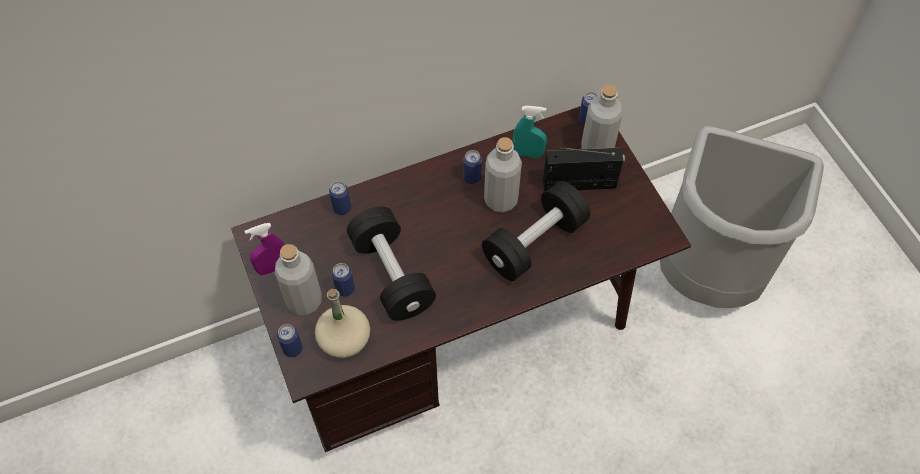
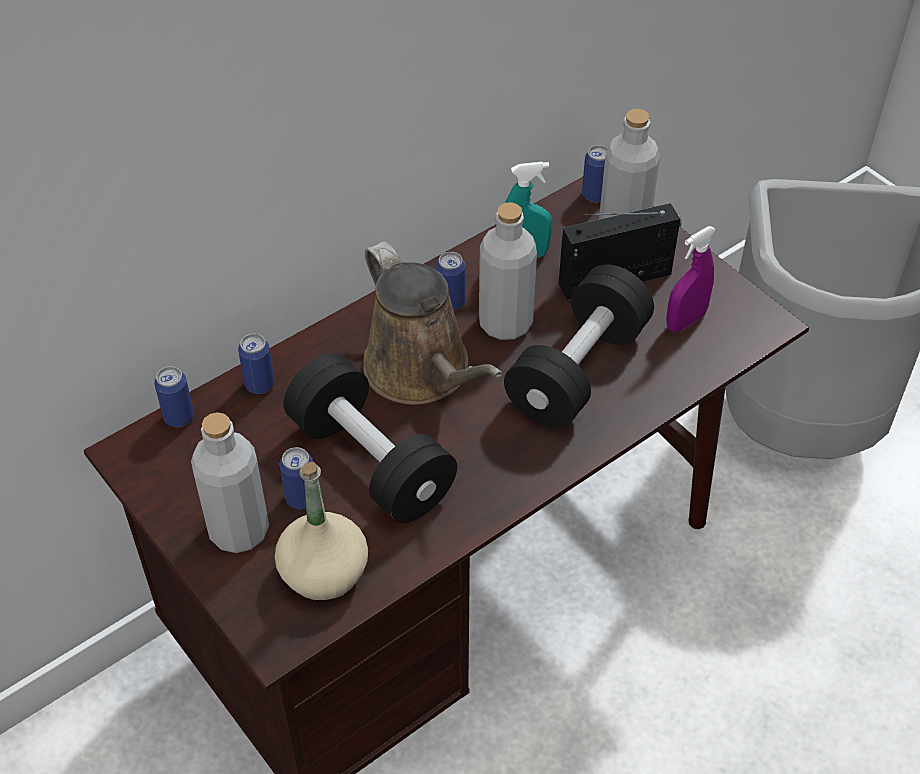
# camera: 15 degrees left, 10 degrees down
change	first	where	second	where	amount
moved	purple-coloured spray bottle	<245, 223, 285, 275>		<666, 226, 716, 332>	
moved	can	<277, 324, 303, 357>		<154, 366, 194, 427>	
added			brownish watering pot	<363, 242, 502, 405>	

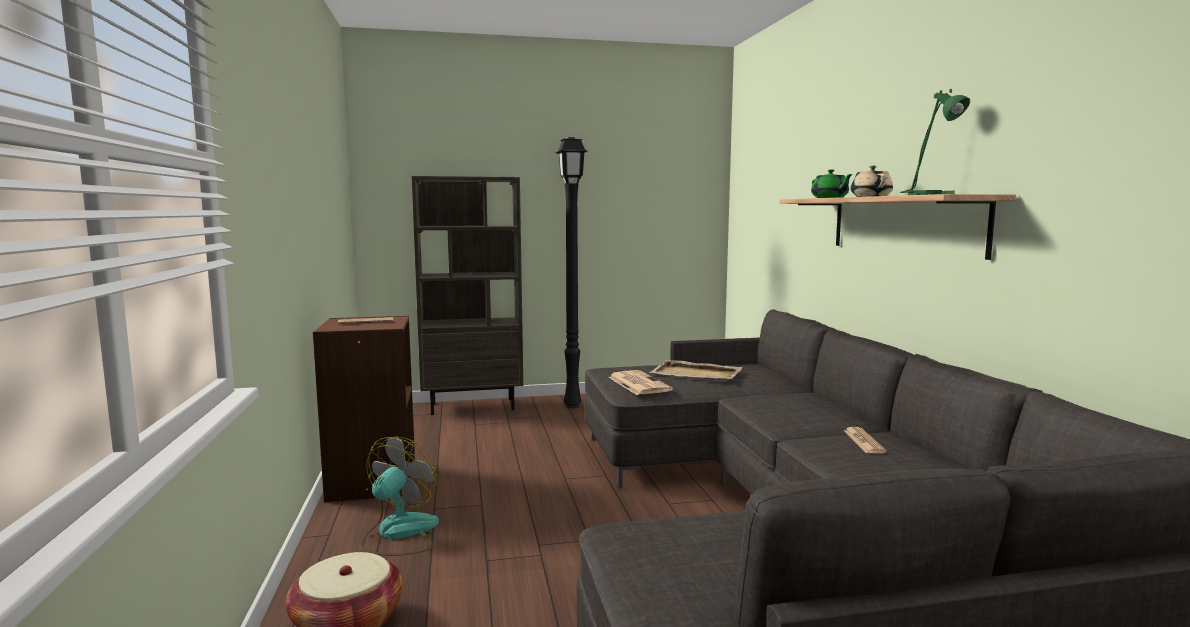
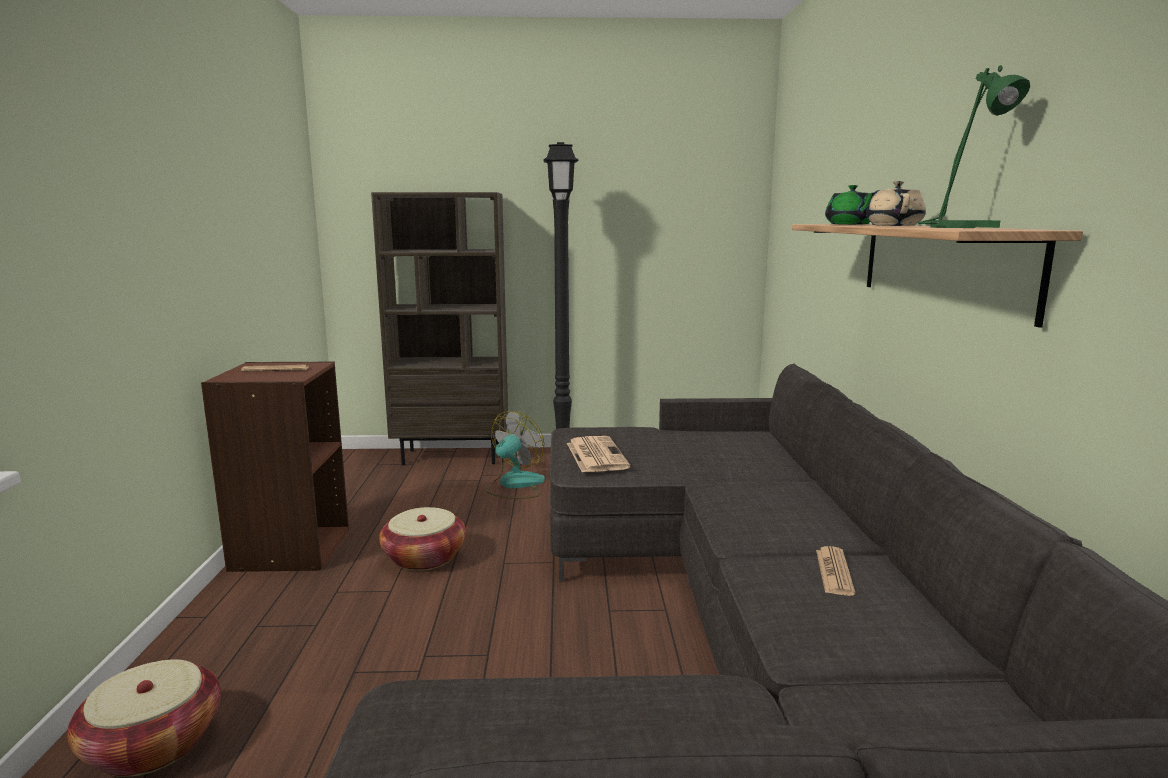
# camera: 10 degrees right, 5 degrees up
change	first	where	second	where	amount
removed	beige tray	<649, 360, 743, 380>			
moved	cooling fan	<359, 437, 439, 556>		<486, 411, 545, 499>	
added			household basket	<379, 507, 466, 571>	

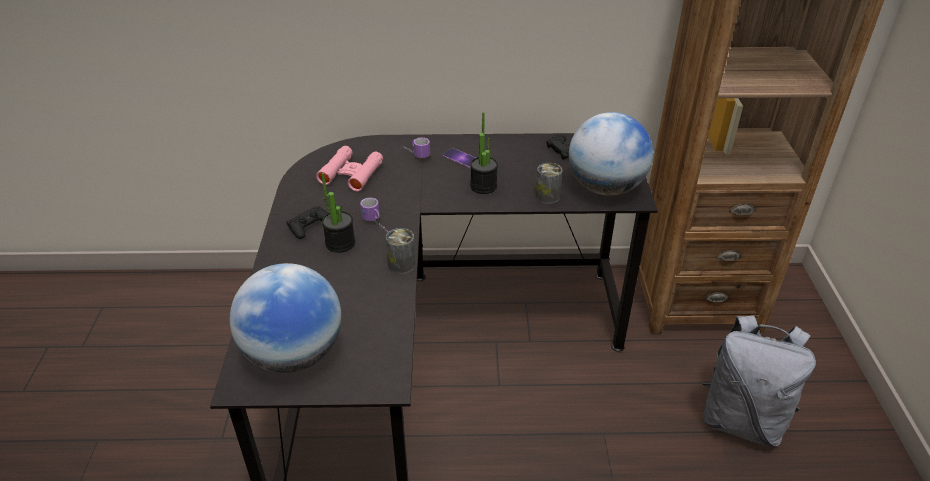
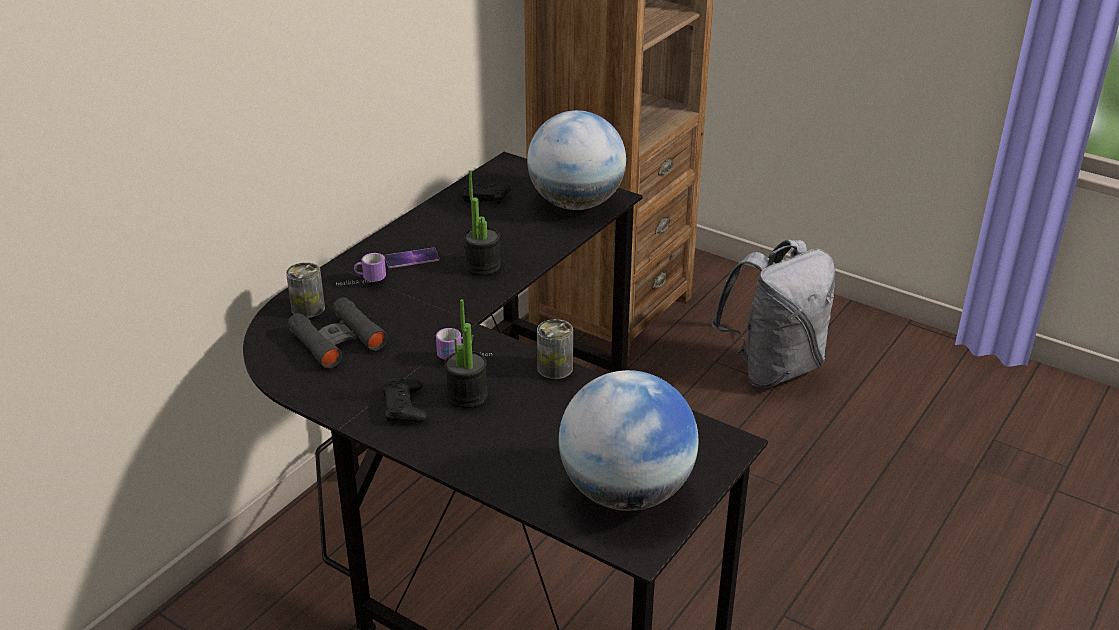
# camera: 55 degrees left, 5 degrees down
change	first	where	second	where	amount
recoloured	pinkish binoculars	<316, 146, 383, 192>	blackish binoculars	<287, 297, 388, 369>	
moved	can	<535, 163, 562, 204>		<286, 262, 325, 318>	

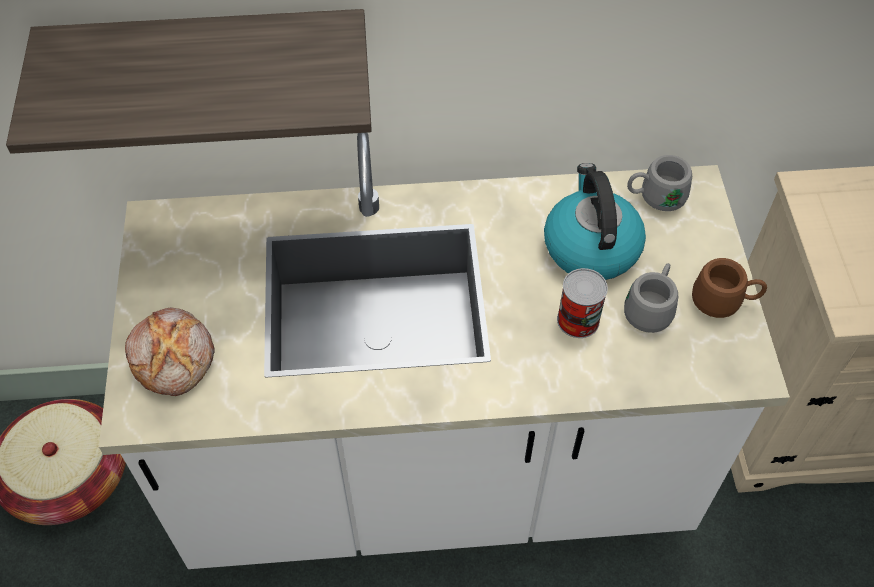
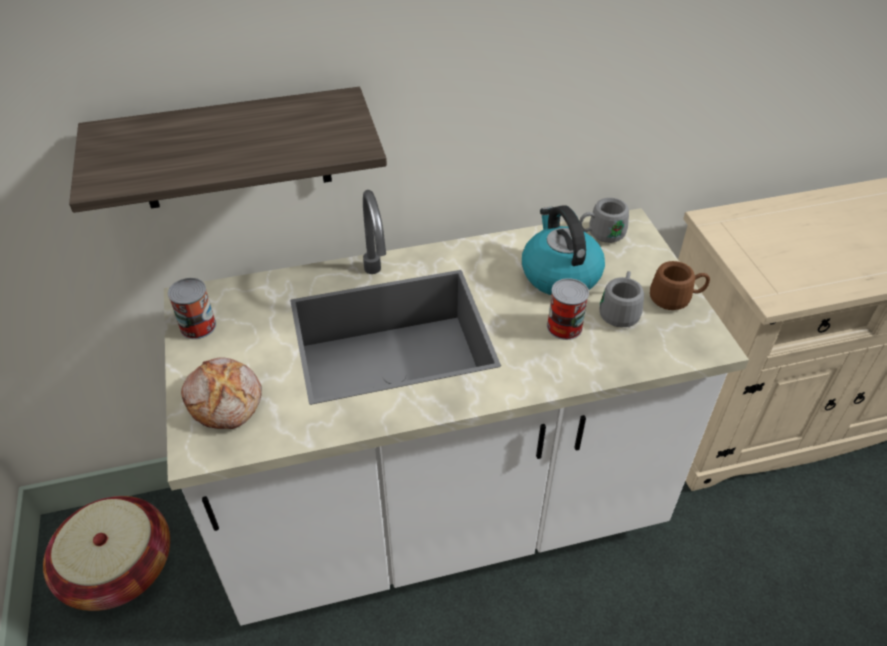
# camera: 10 degrees left, 10 degrees down
change	first	where	second	where	amount
added			can	<168, 278, 216, 339>	

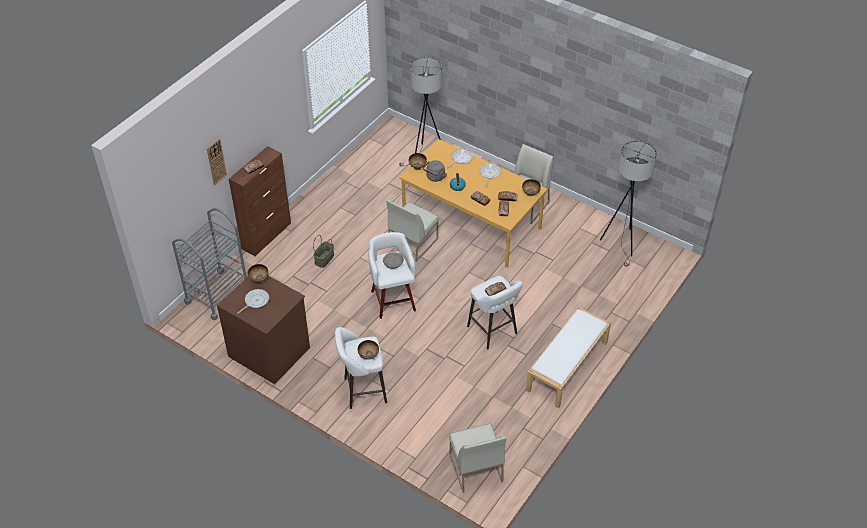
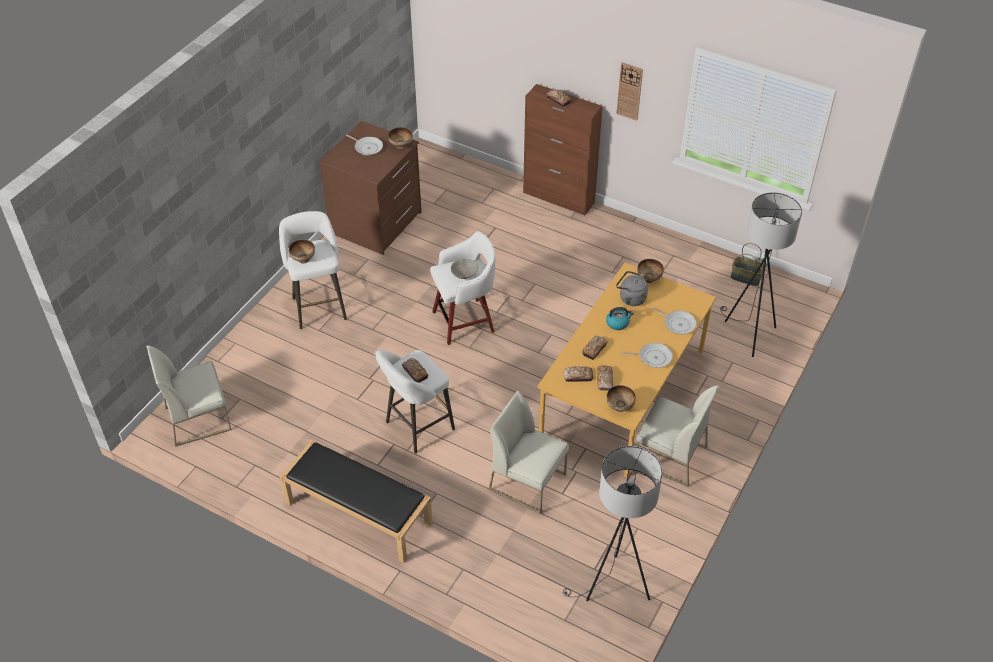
# camera: 85 degrees right, 0 degrees up
change	first	where	second	where	amount
moved	clock on the wall	<207, 138, 227, 185>		<616, 62, 643, 121>	
moved	white upright chair	<386, 200, 439, 262>		<489, 391, 569, 514>	
removed	greyish trolley	<172, 208, 246, 320>			
moved	household basket	<313, 235, 334, 268>		<731, 243, 763, 286>	
recoloured	white long seat	<526, 307, 611, 408>	blackish long seat	<280, 440, 433, 563>	

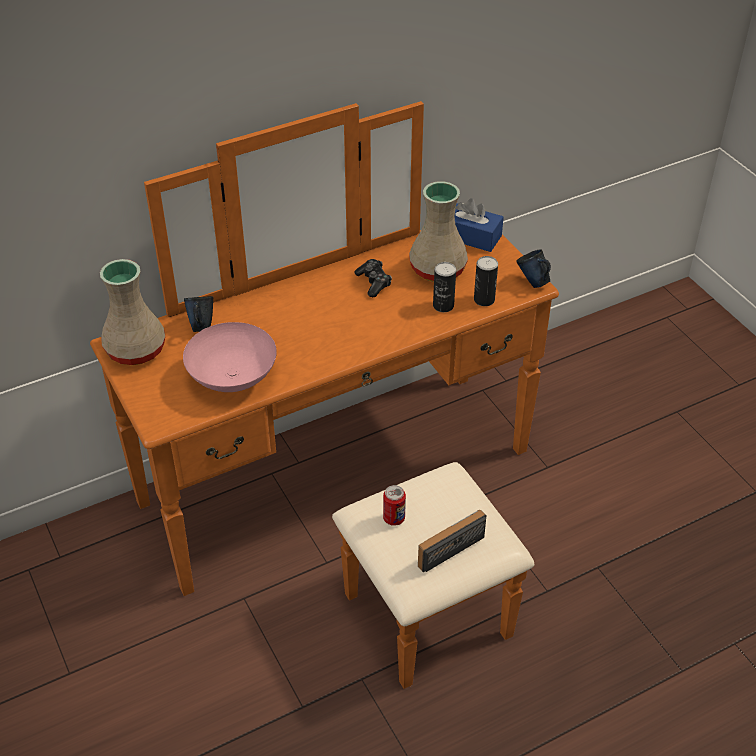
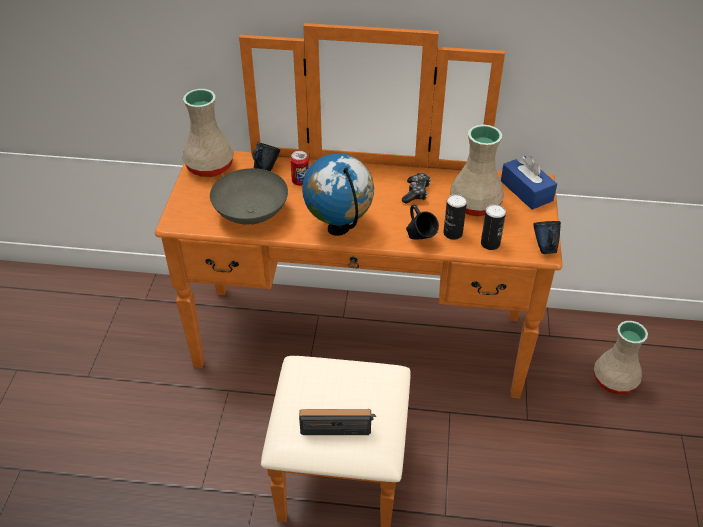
# camera: 35 degrees right, 0 degrees up
change	first	where	second	where	amount
recoloured	pinkish deep dish	<183, 322, 277, 392>	greyish deep dish	<210, 168, 288, 225>	
moved	can	<383, 485, 406, 526>		<290, 151, 309, 186>	
added			desk globe	<302, 153, 374, 236>	
added			bluish coffee mug	<406, 205, 439, 240>	
added			beige decorative vase	<594, 321, 648, 395>	

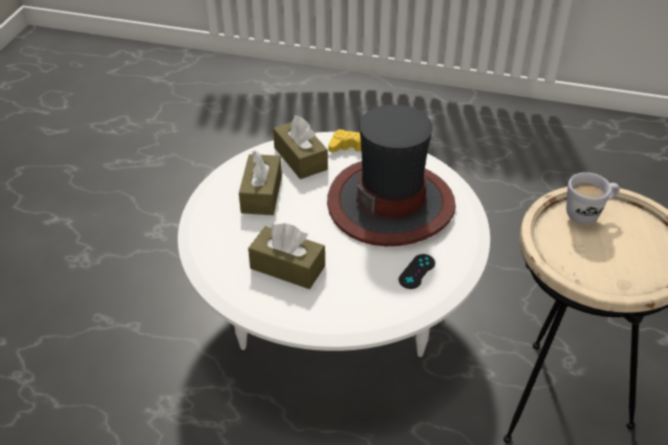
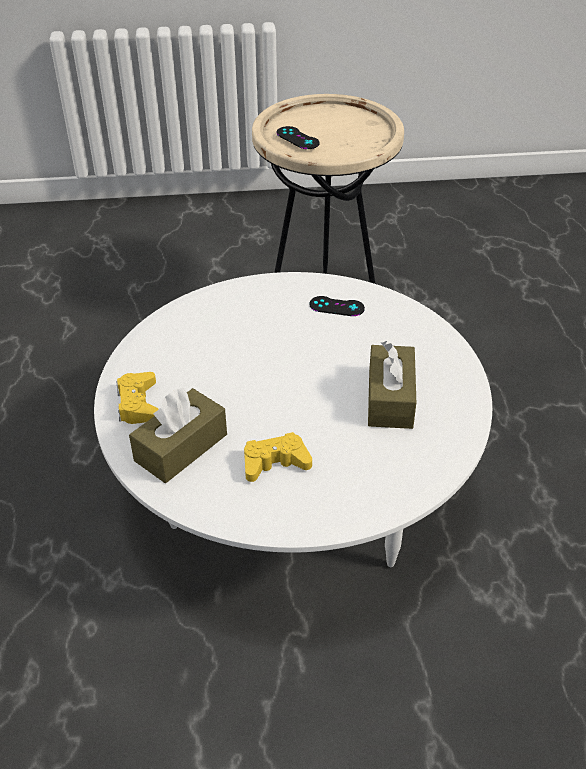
# camera: 110 degrees left, 0 degrees up
change	first	where	second	where	amount
removed	wearable hat	<327, 105, 456, 246>			
replaced	brownish tissue holder	<239, 151, 282, 215>	yellow joypad	<244, 432, 312, 482>	
replaced	white coffee mug	<566, 172, 620, 224>	blackish joypad	<277, 126, 320, 149>	

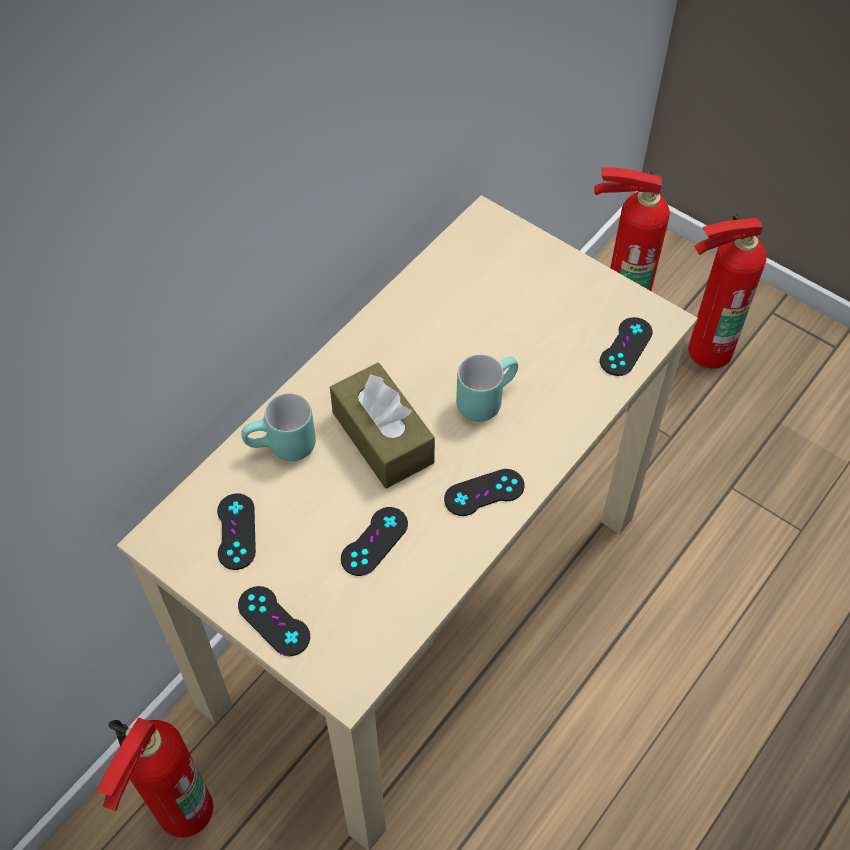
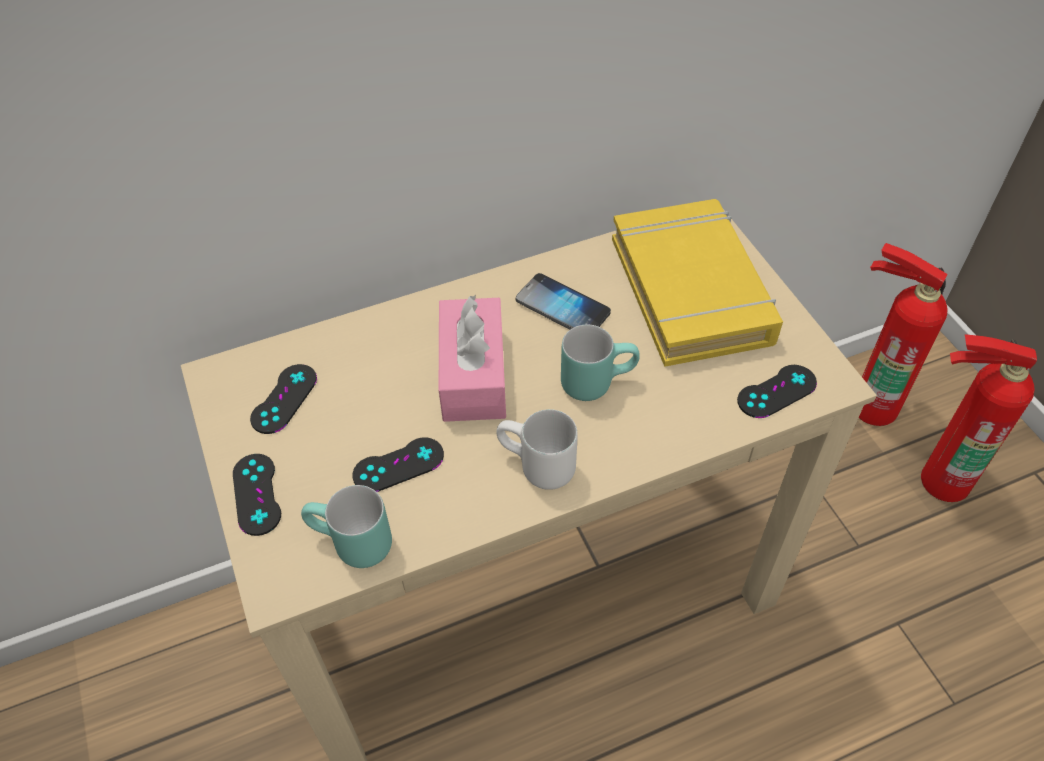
# camera: 30 degrees right, 5 degrees down
change	first	where	second	where	amount
recoloured	brownish tissue holder	<330, 363, 435, 488>	pinkish tissue holder	<439, 295, 506, 422>	
moved	blue-green coffee mug	<241, 393, 316, 461>		<301, 485, 392, 568>	
replaced	blackish joypad	<444, 469, 525, 516>	white coffee mug	<496, 409, 578, 490>	
removed	extinguisher	<97, 718, 213, 838>			
added			yellow bound book	<612, 199, 783, 367>	
added			handset	<515, 273, 611, 330>	

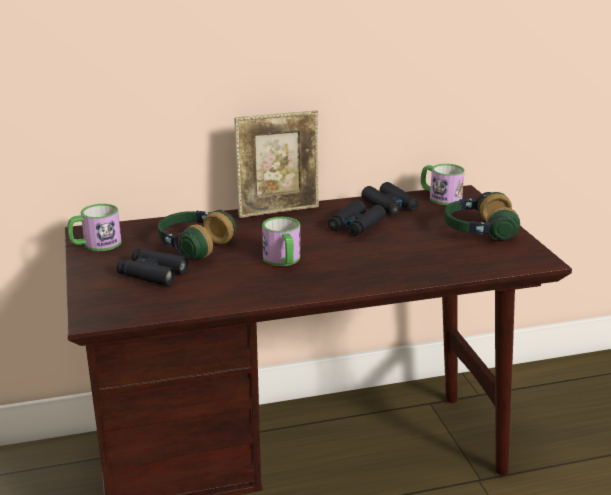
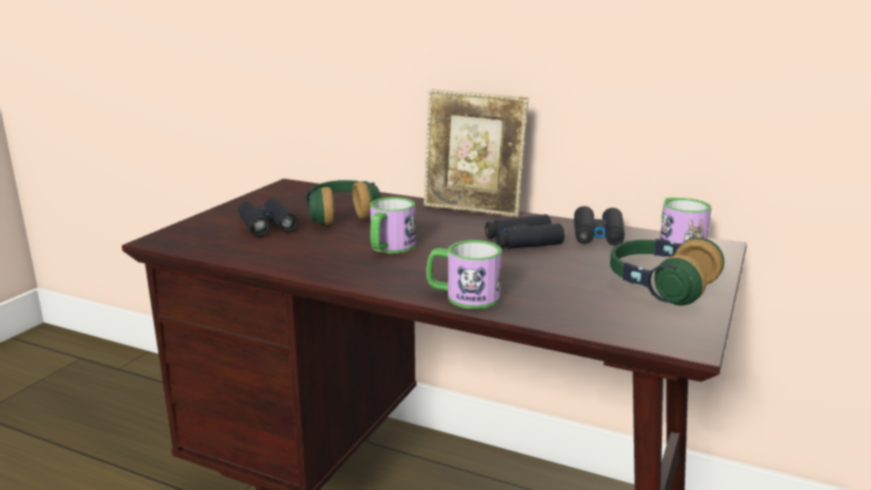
# camera: 40 degrees right, 5 degrees down
change	first	where	second	where	amount
moved	coffee mug	<68, 204, 122, 251>		<426, 240, 502, 309>	

